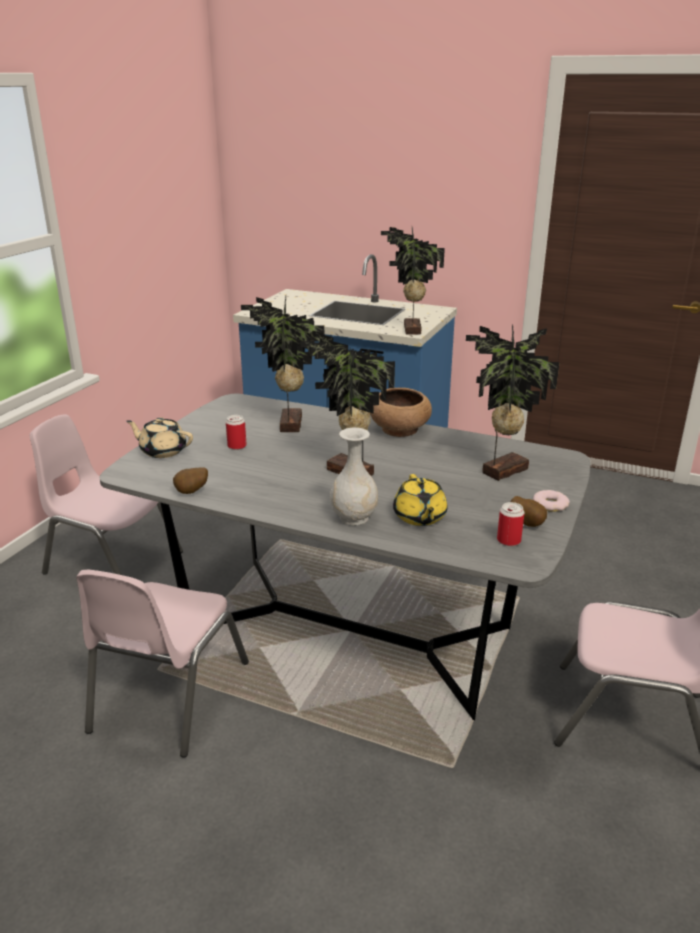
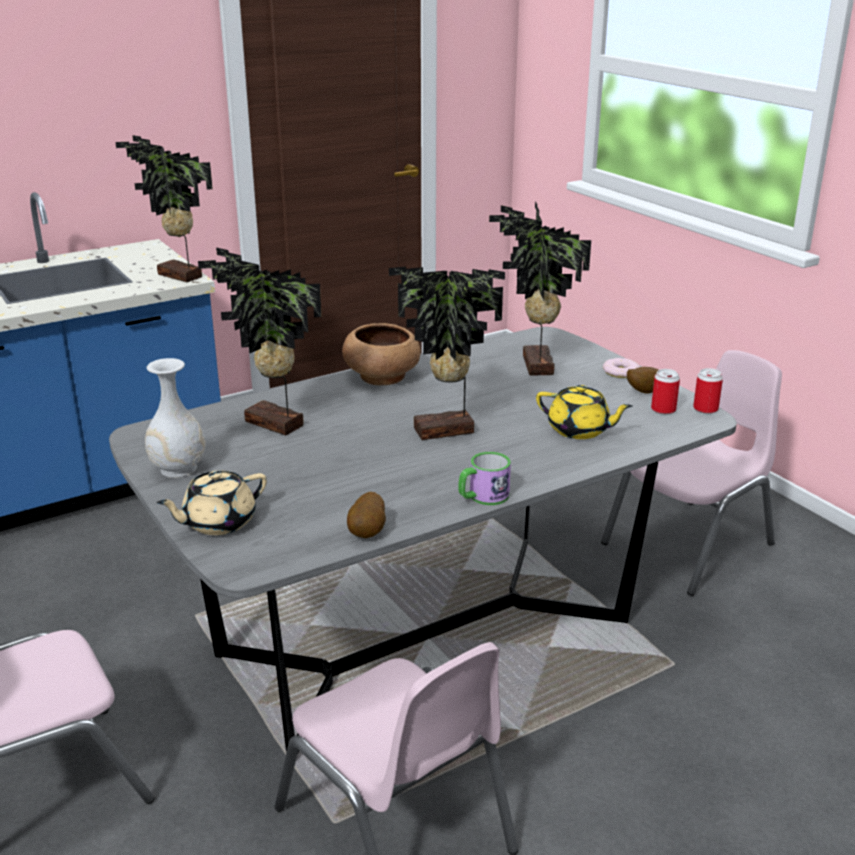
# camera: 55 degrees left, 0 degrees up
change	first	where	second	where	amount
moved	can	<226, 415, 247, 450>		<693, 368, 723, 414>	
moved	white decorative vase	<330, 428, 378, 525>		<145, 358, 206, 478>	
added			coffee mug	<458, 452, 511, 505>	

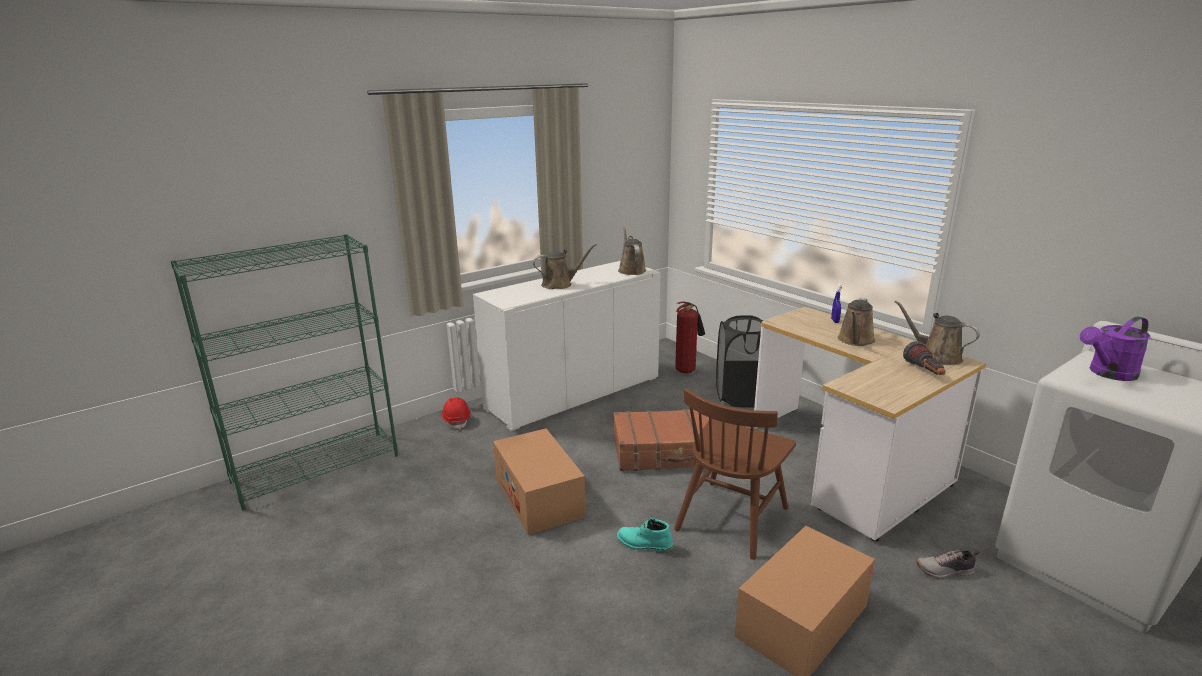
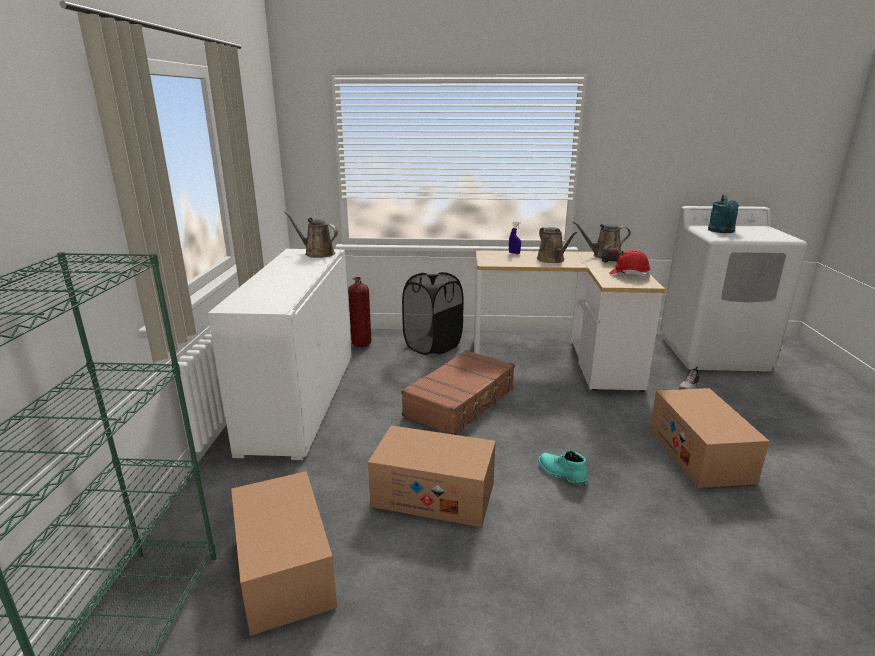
# camera: 50 degrees left, 0 degrees up
change	first	where	second	where	amount
removed	brownish watering pot	<533, 244, 597, 289>			
recoloured	purple-coloured watering pot	<1080, 317, 1151, 381>	blue-green watering pot	<708, 194, 739, 233>	
removed	brownish upright chair	<674, 388, 796, 560>			
moved	reddish work helmet	<441, 397, 471, 430>		<609, 249, 651, 278>	
turned	blue-green boot	<617, 518, 673, 553>		<538, 450, 588, 486>	75 degrees clockwise
added			packing box	<231, 471, 337, 636>	

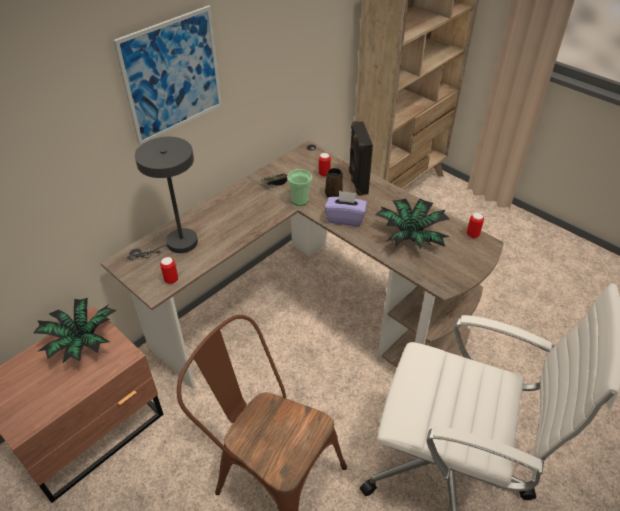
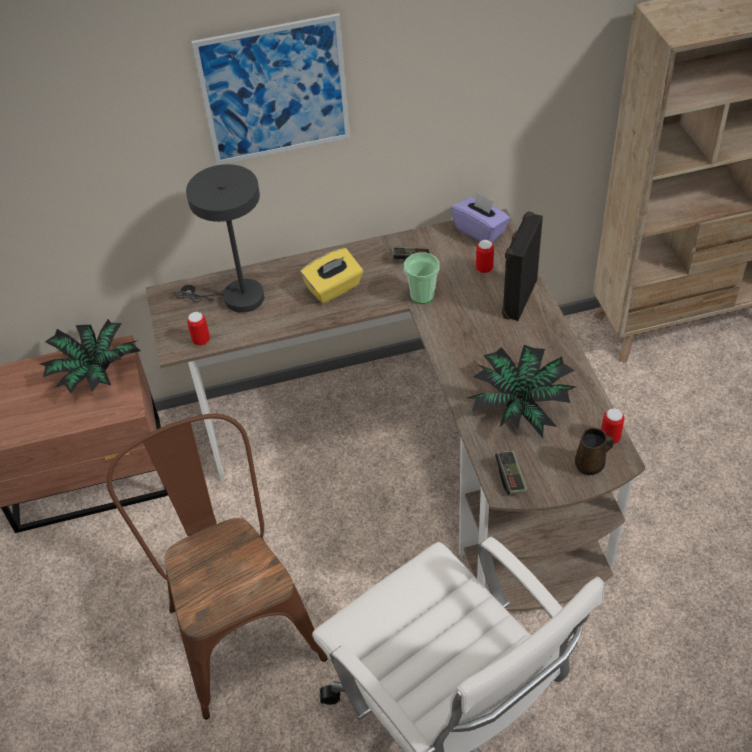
# camera: 35 degrees right, 5 degrees up
change	first	where	second	where	amount
moved	brownish coffee mug	<325, 168, 343, 198>		<575, 428, 614, 475>	
moved	purple-coloured tissue holder	<325, 191, 367, 226>		<451, 192, 511, 242>	
added			yellow tissue holder	<301, 248, 363, 304>	
added			joypad	<495, 450, 528, 495>	

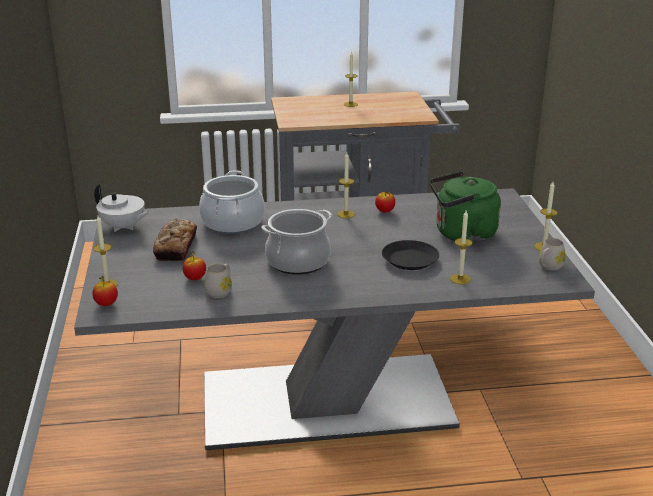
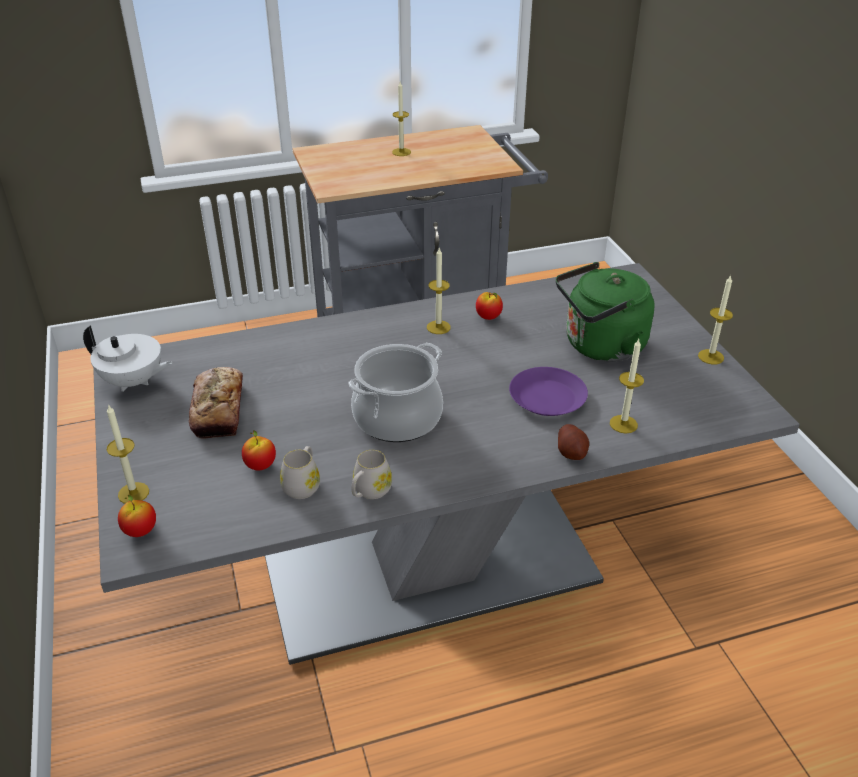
# camera: 10 degrees left, 10 degrees up
change	first	where	second	where	amount
removed	cooking pot	<199, 171, 265, 234>			
moved	white coffee mug	<539, 238, 566, 270>		<351, 450, 392, 499>	
recoloured	blackish flat dish	<382, 240, 439, 270>	purple-coloured flat dish	<509, 367, 588, 416>	
added			spud	<558, 424, 589, 460>	

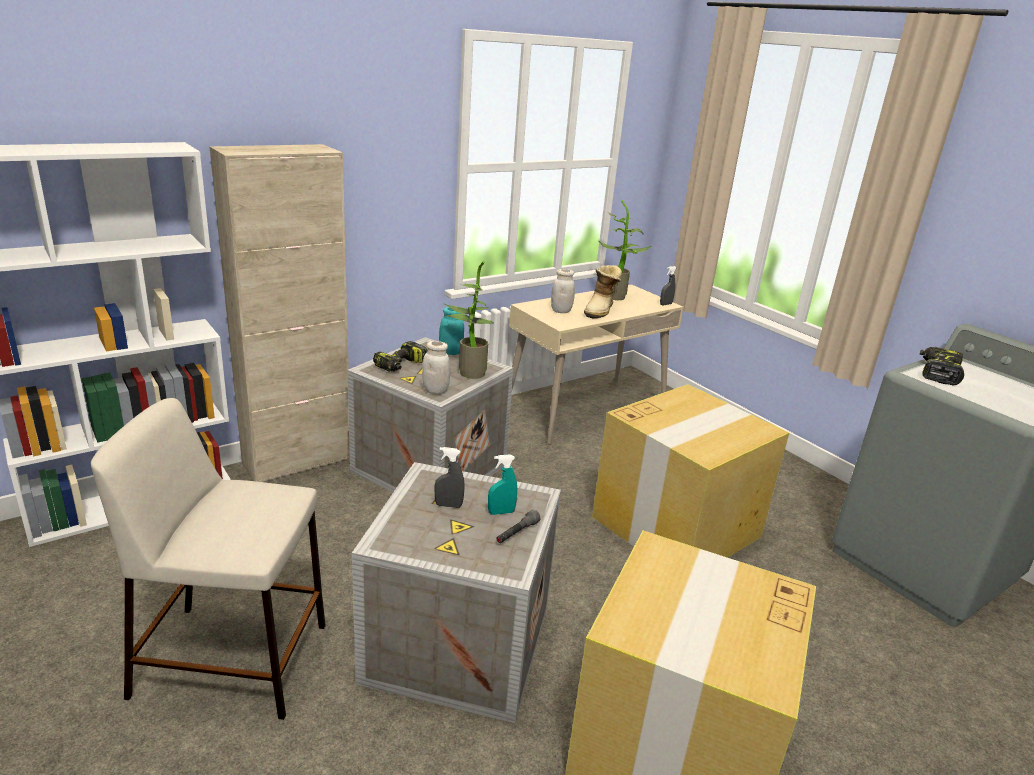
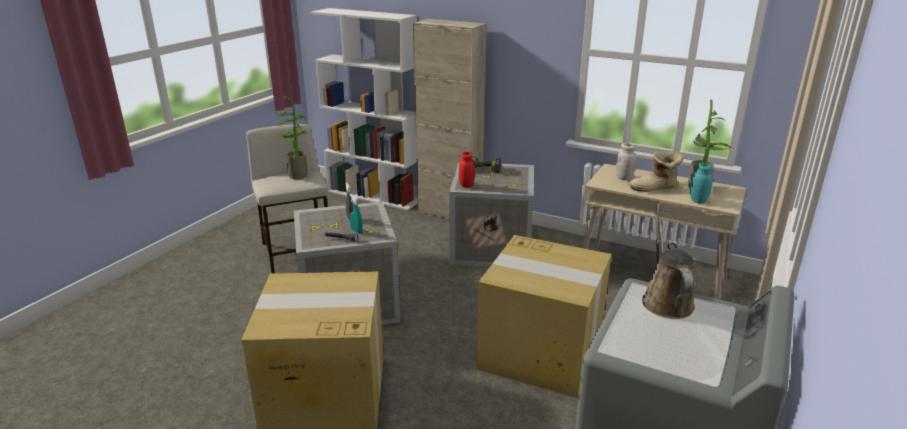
# camera: 65 degrees right, 0 degrees up
change	first	where	second	where	amount
moved	potted plant	<444, 261, 494, 379>		<272, 97, 309, 179>	
removed	greyish spray bottle	<660, 266, 676, 305>			
moved	blue-green preserve jar	<439, 307, 464, 355>		<690, 163, 712, 204>	
recoloured	white preserve jar	<422, 341, 450, 394>	reddish preserve jar	<459, 152, 475, 188>	
replaced	drill	<920, 347, 964, 385>	brownish watering pot	<642, 214, 695, 319>	

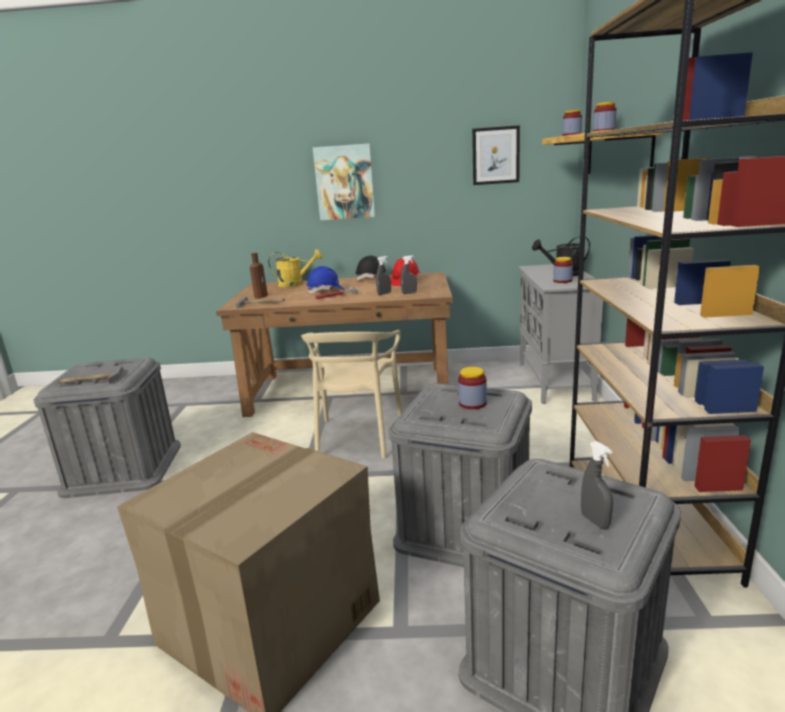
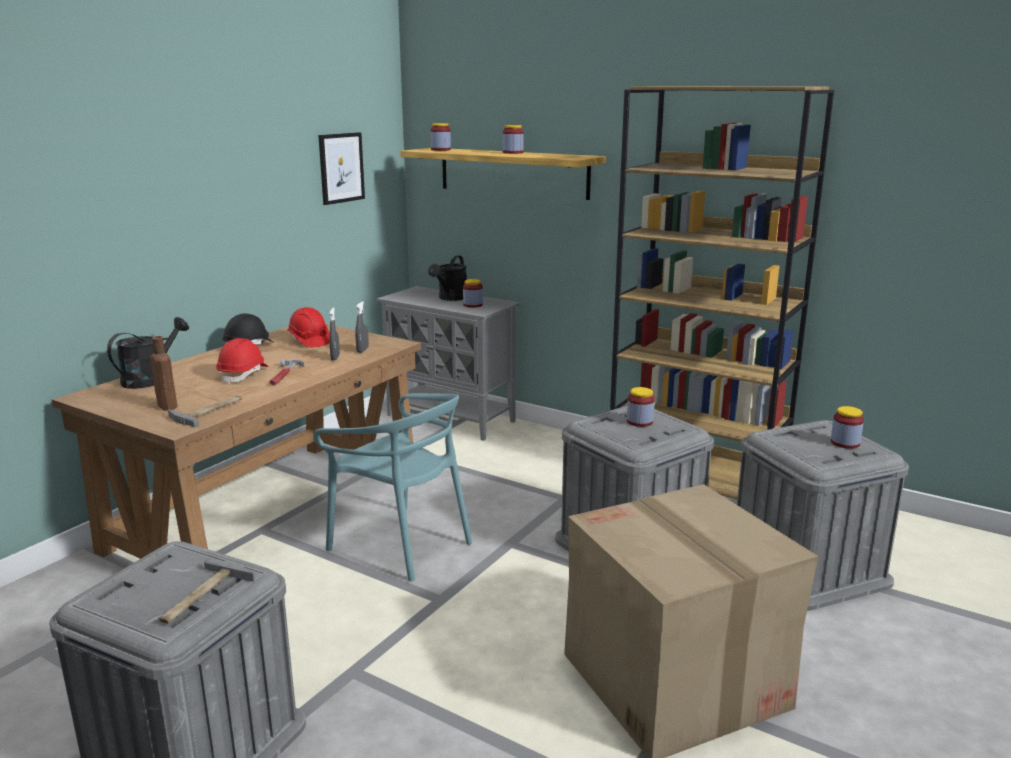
# camera: 60 degrees left, 0 degrees up
change	first	where	second	where	amount
removed	wall art	<313, 143, 375, 220>			
recoloured	yellow watering pot	<268, 249, 323, 287>	blackish watering pot	<107, 317, 189, 389>	
recoloured	bluish work helmet	<307, 266, 345, 294>	reddish work helmet	<216, 338, 268, 384>	
recoloured	beige upright chair	<301, 330, 402, 459>	blue-green upright chair	<313, 393, 472, 581>	
replaced	greyish spray bottle	<581, 441, 613, 529>	preserve jar	<830, 406, 864, 449>	

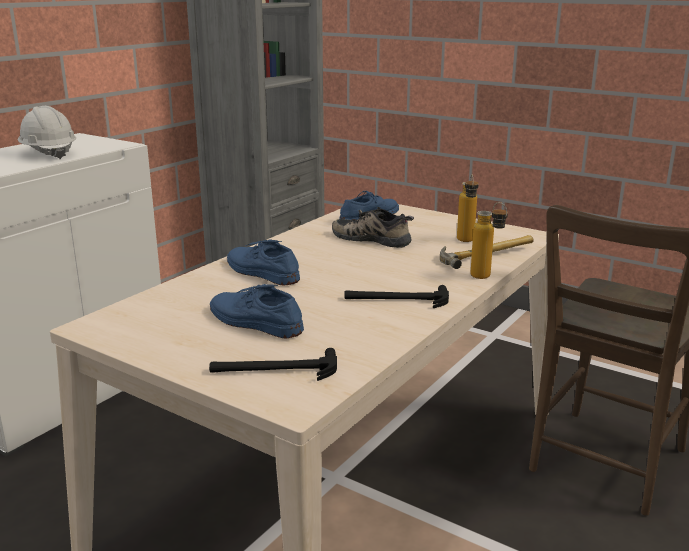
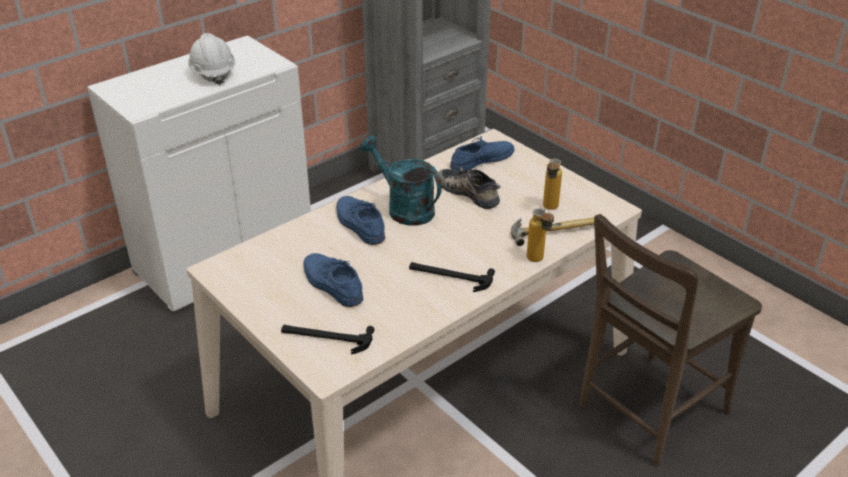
# camera: 15 degrees right, 15 degrees up
change	first	where	second	where	amount
added			blue-green watering pot	<360, 135, 442, 226>	

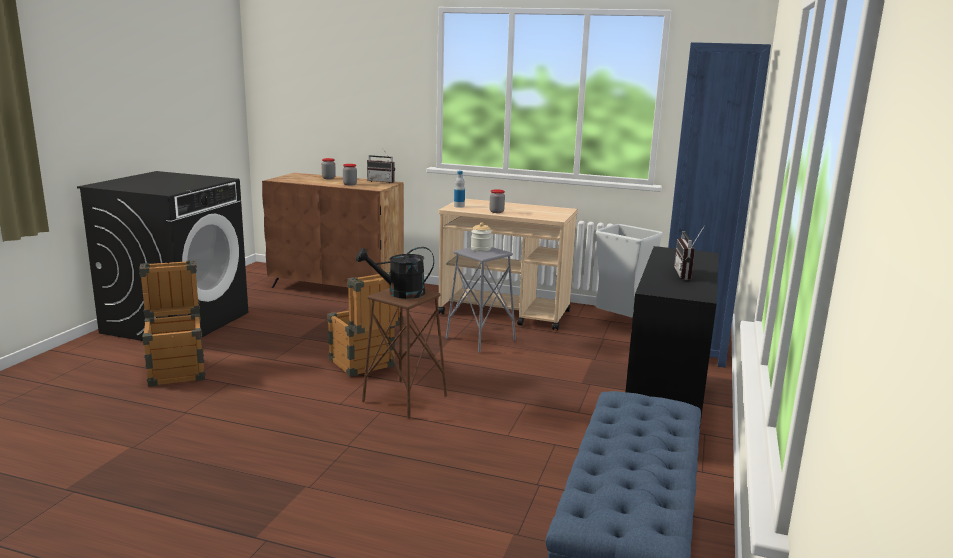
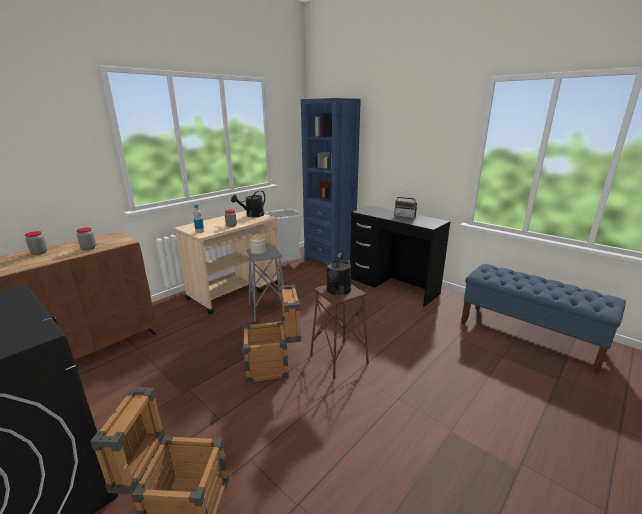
# camera: 65 degrees left, 5 degrees up
change	first	where	second	where	amount
removed	radio	<367, 149, 395, 183>			
added			blackish watering pot	<231, 190, 266, 217>	

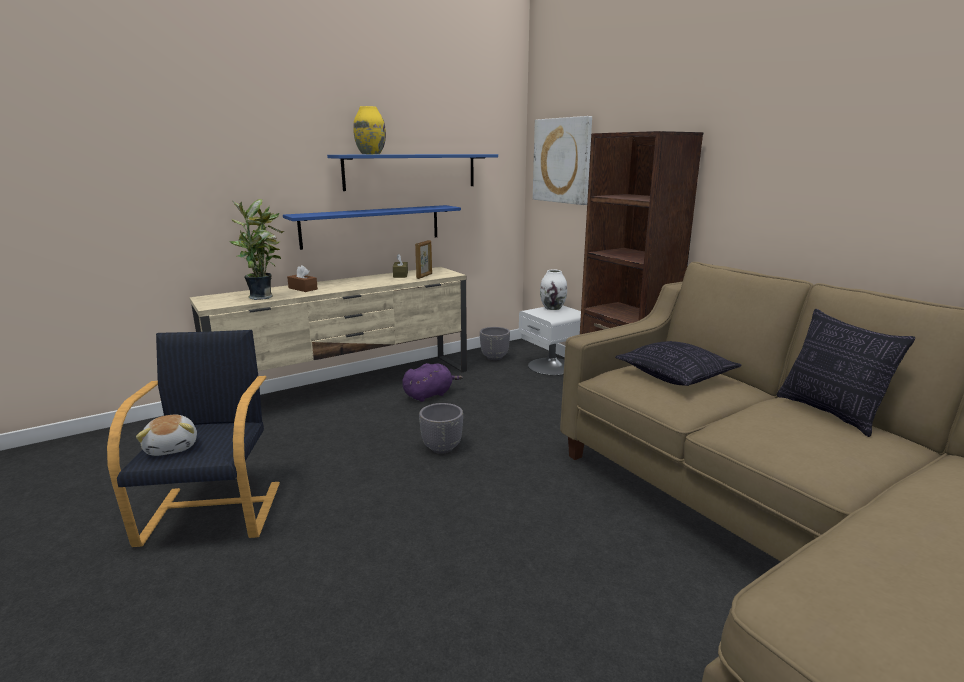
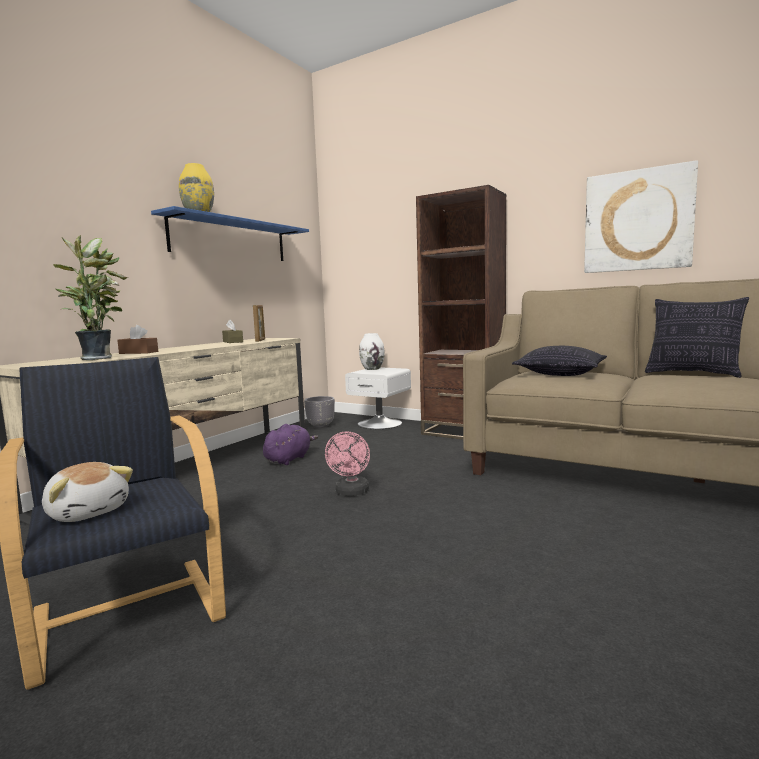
# camera: 25 degrees left, 10 degrees down
change	first	where	second	where	amount
moved	wall art	<533, 116, 592, 205>		<584, 160, 698, 273>	
removed	bluish bracket shelf	<283, 205, 461, 250>			
replaced	greyish flower pot	<419, 403, 463, 454>	pinkish cooling fan	<325, 431, 370, 496>	

